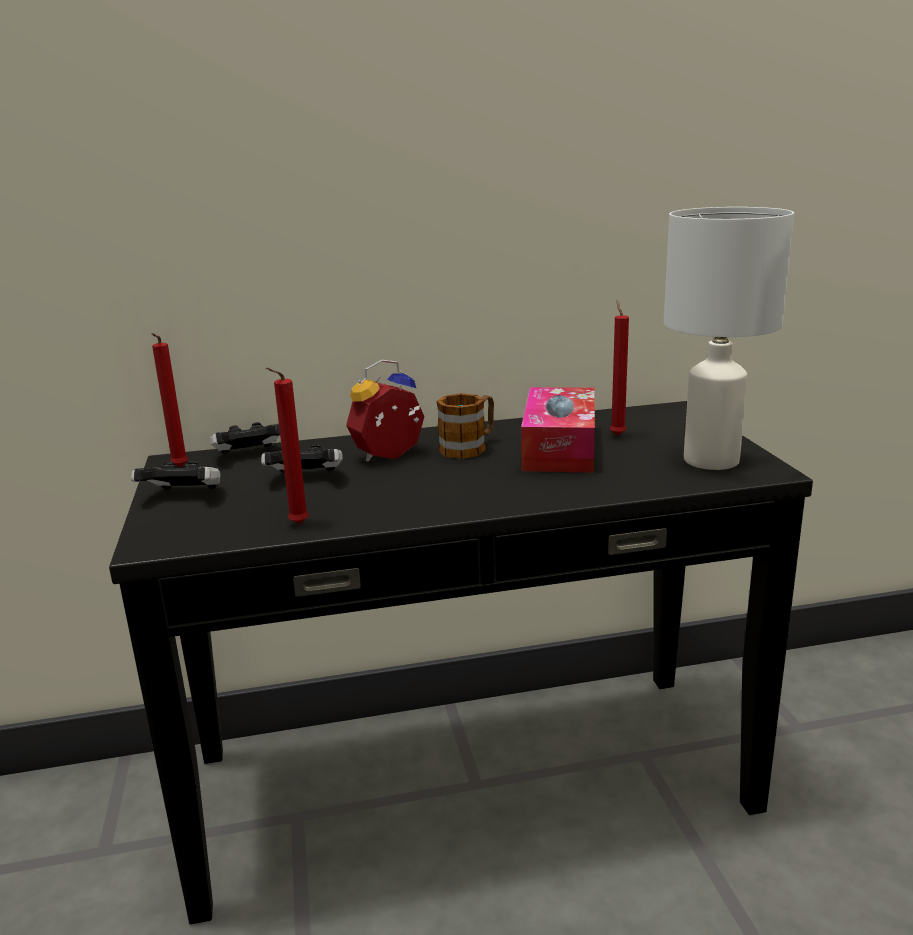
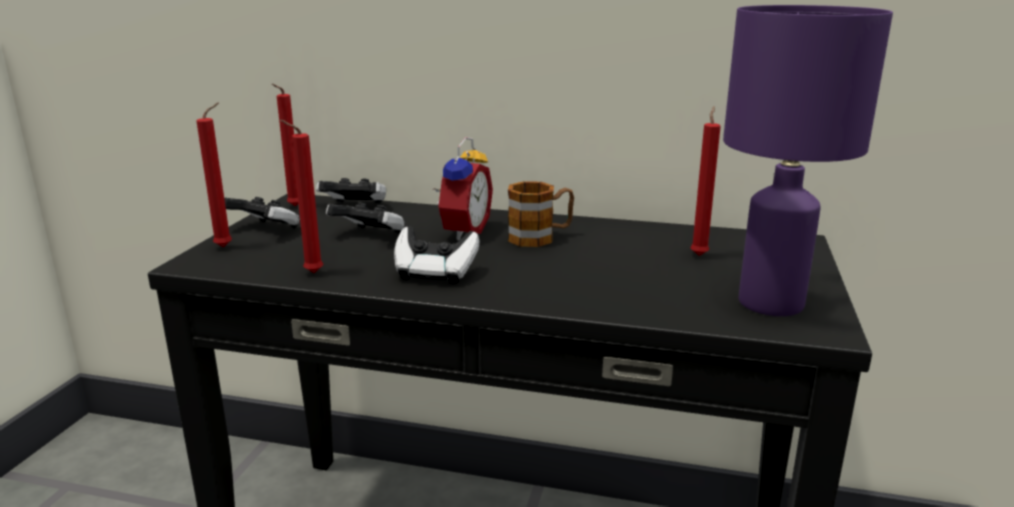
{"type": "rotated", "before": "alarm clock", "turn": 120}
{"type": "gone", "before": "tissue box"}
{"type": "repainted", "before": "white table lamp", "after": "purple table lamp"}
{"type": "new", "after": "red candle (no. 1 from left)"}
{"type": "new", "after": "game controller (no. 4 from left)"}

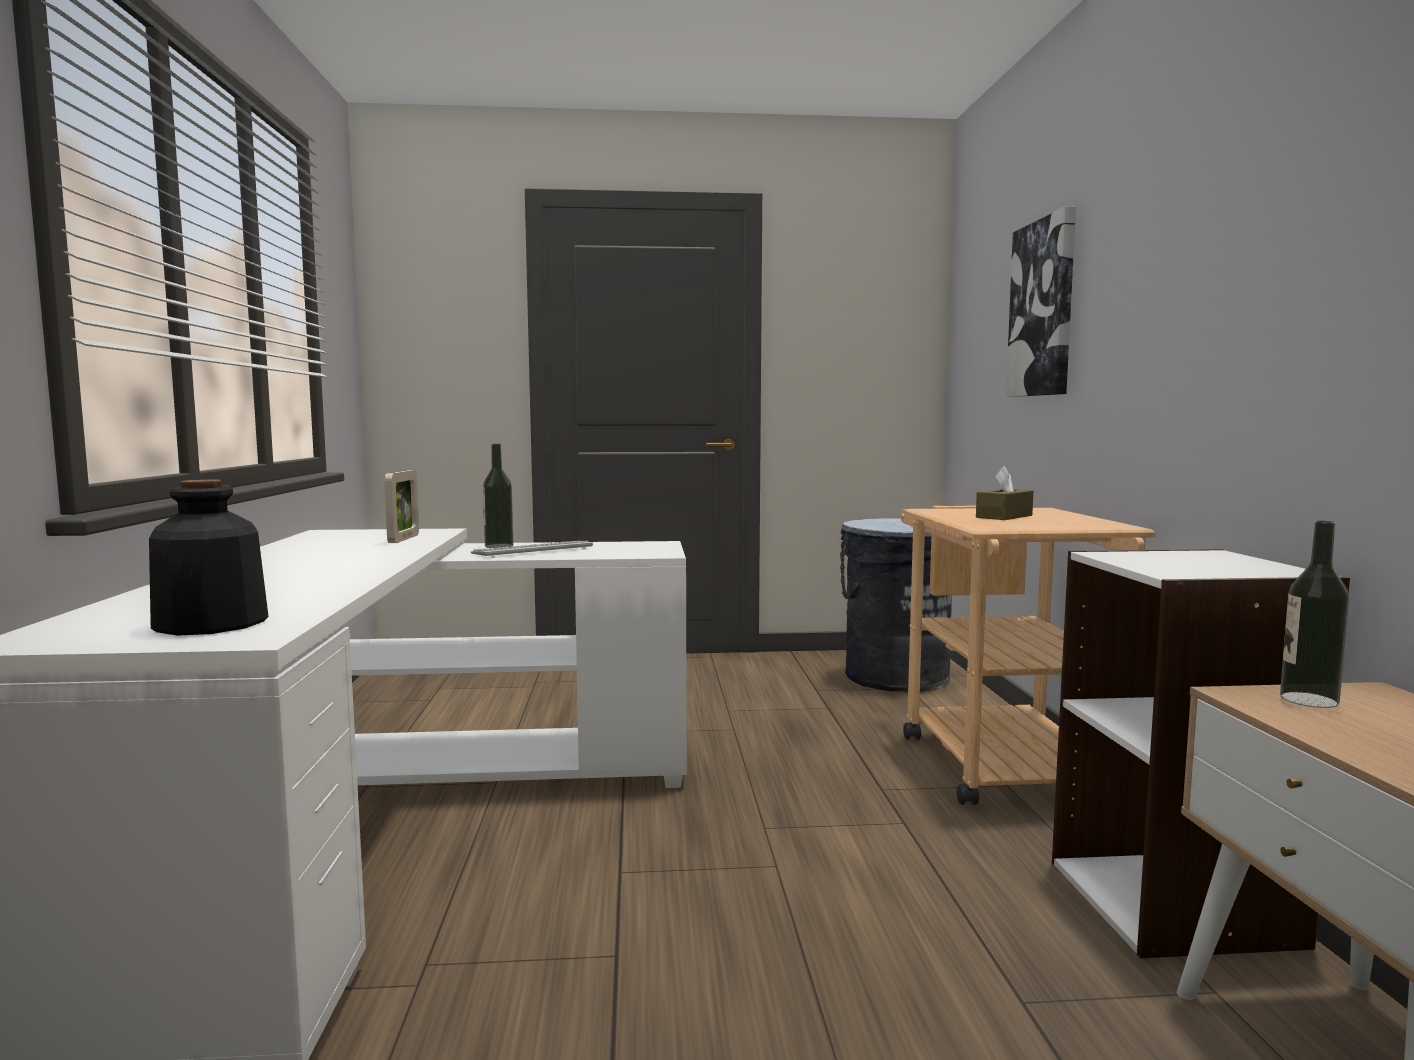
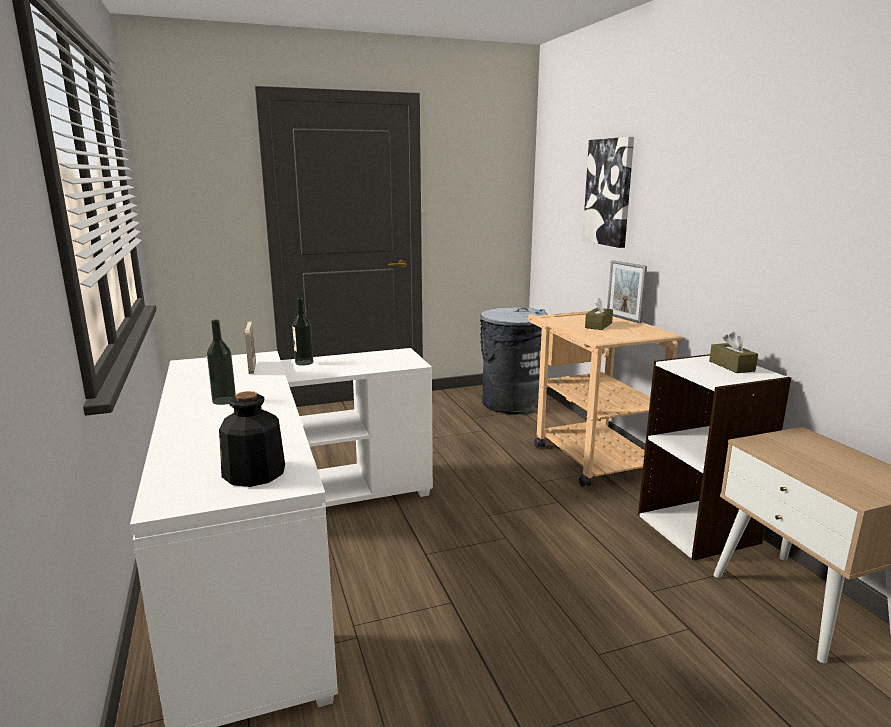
{"type": "gone", "before": "keyboard"}
{"type": "shifted", "before": "bottle (no. 3 from left in the first image)", "after": "bottle (no. 1 from left)"}
{"type": "new", "after": "picture frame (no. 2 from left)"}
{"type": "new", "after": "brown tissue box (no. 2 from left)"}

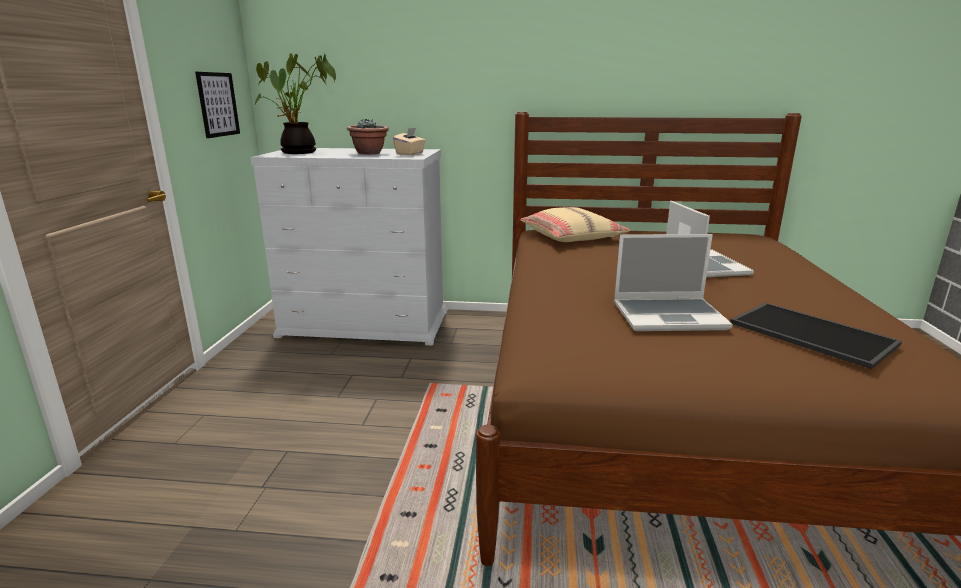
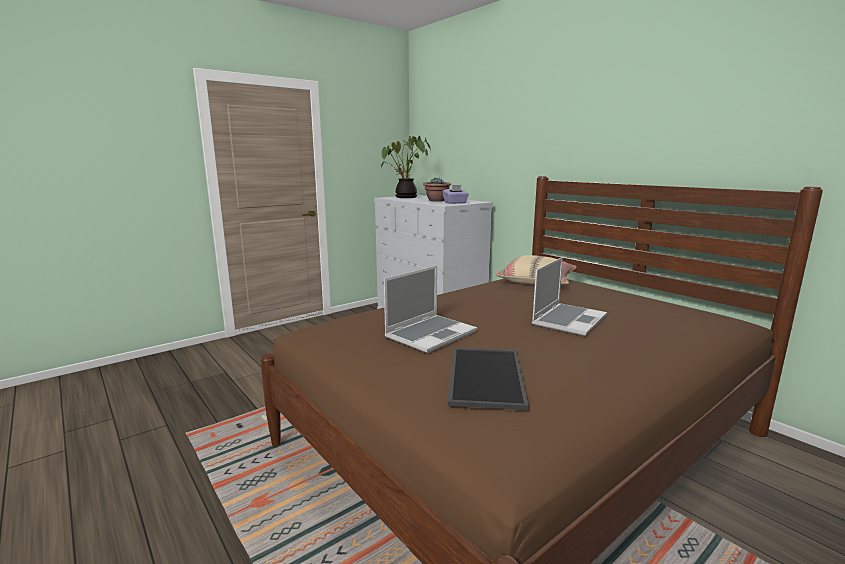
{"type": "gone", "before": "picture"}
{"type": "repainted", "before": "beige tissue box", "after": "purple tissue box"}
{"type": "rotated", "before": "laptop (no. 1 from left)", "turn": -90}

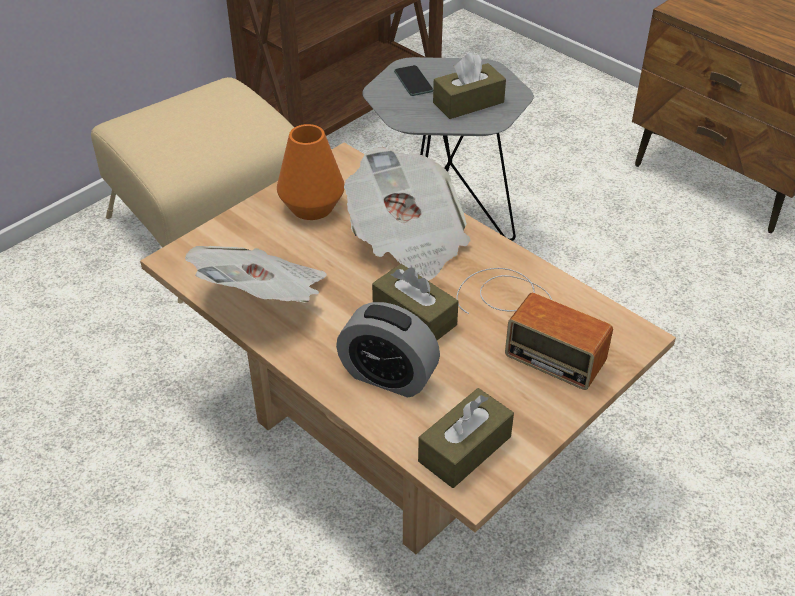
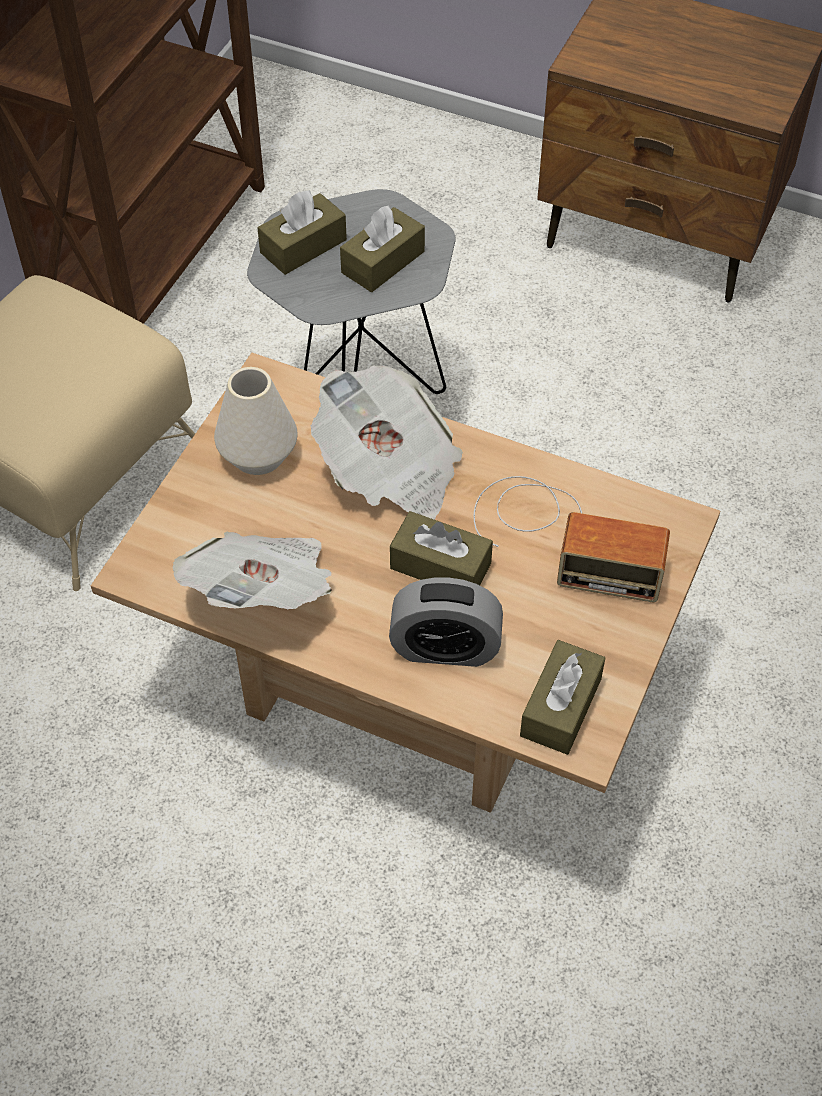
{"type": "repainted", "before": "orange vase", "after": "white vase"}
{"type": "swapped", "before": "phone", "after": "brown tissue box (no. 1 from left)"}

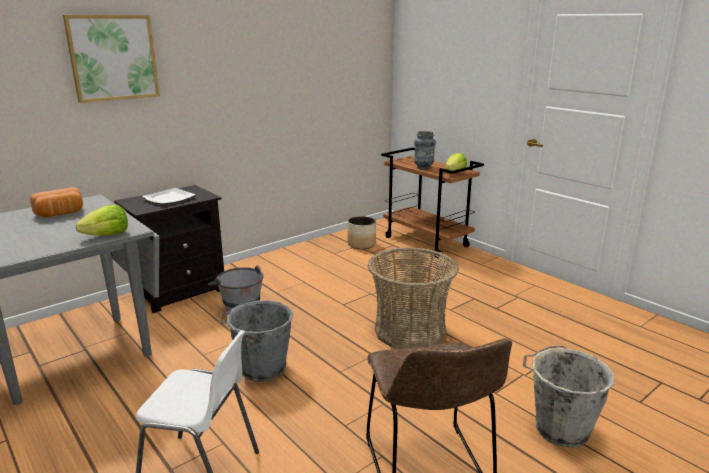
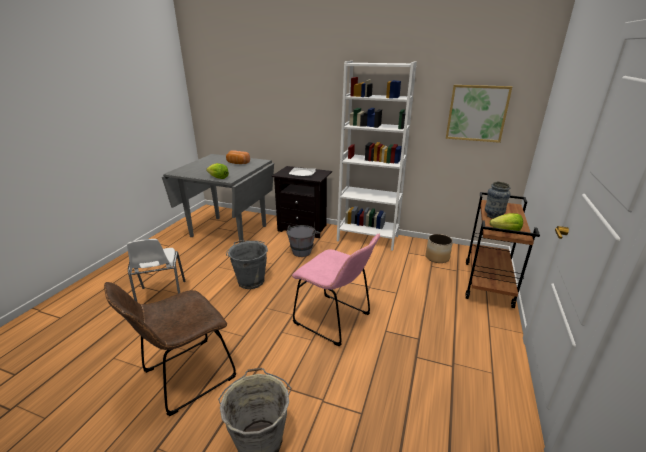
{"type": "shifted", "before": "picture"}
{"type": "swapped", "before": "basket", "after": "pink chair"}
{"type": "new", "after": "white bookcase"}

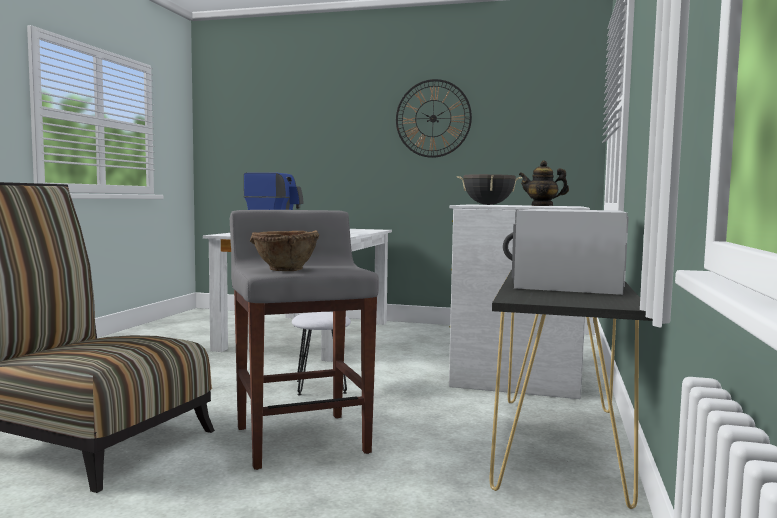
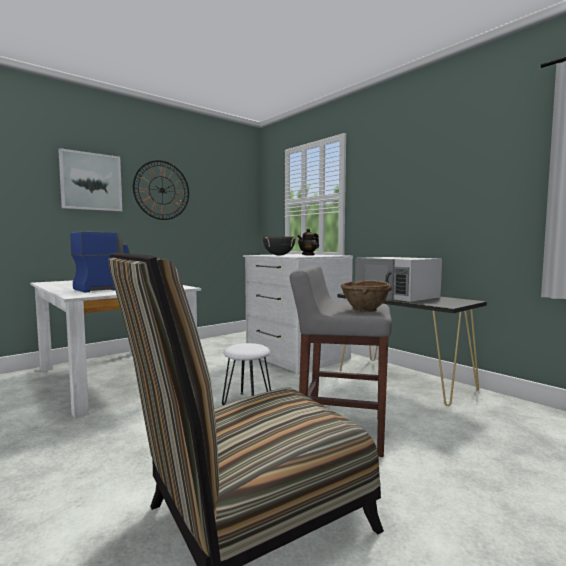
{"type": "new", "after": "picture"}

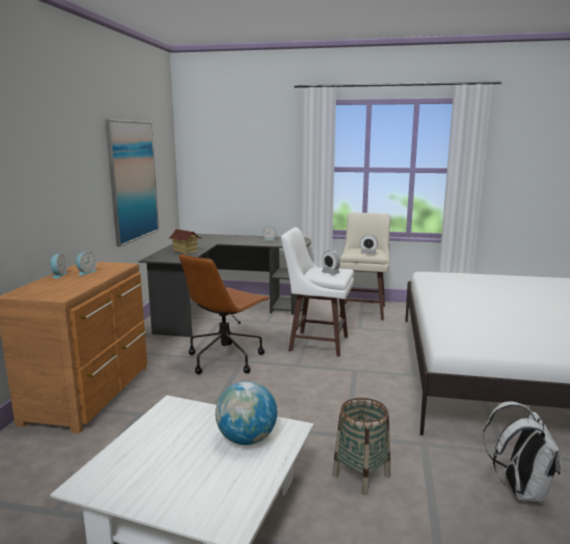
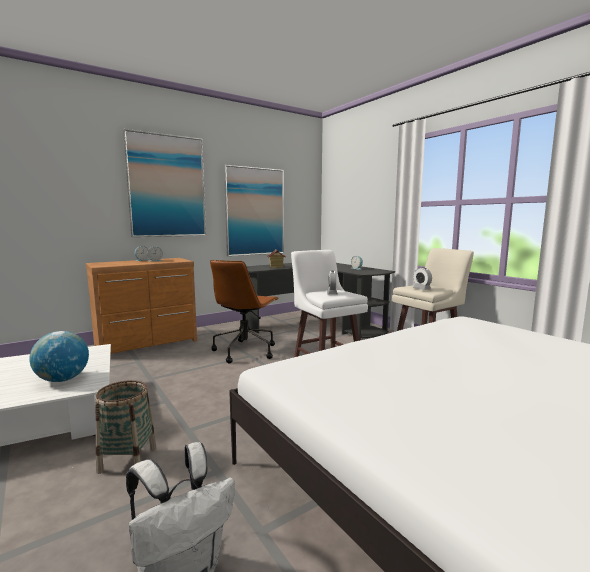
{"type": "rotated", "before": "brown office chair", "turn": -60}
{"type": "new", "after": "picture (no. 1 from left)"}

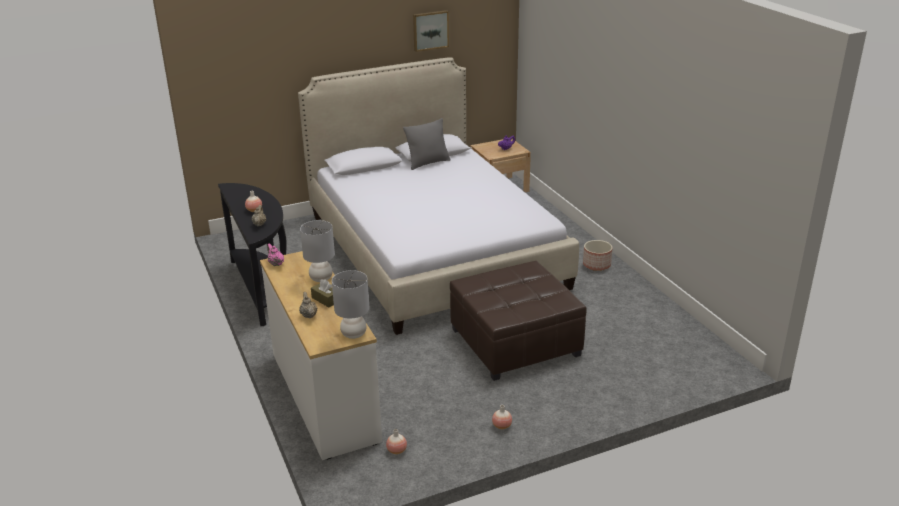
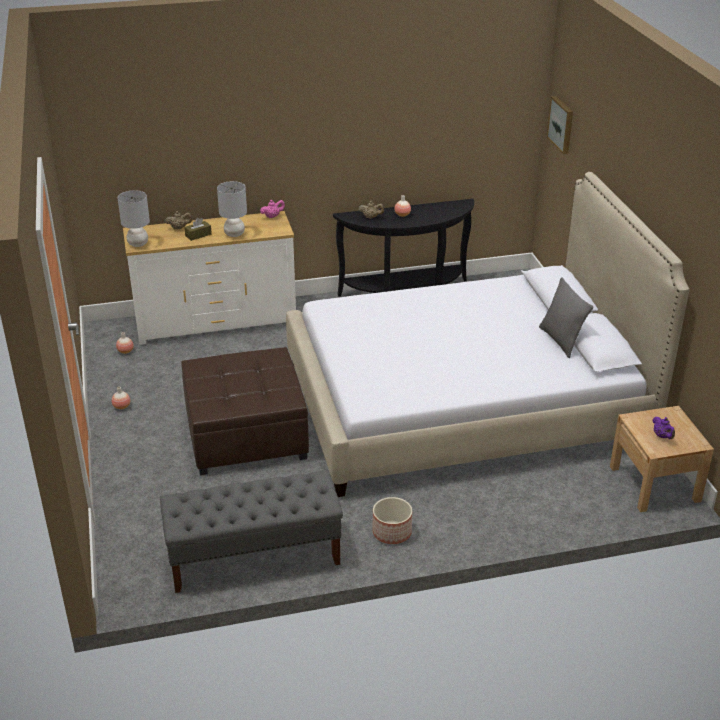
{"type": "shifted", "before": "picture"}
{"type": "new", "after": "grey bench"}

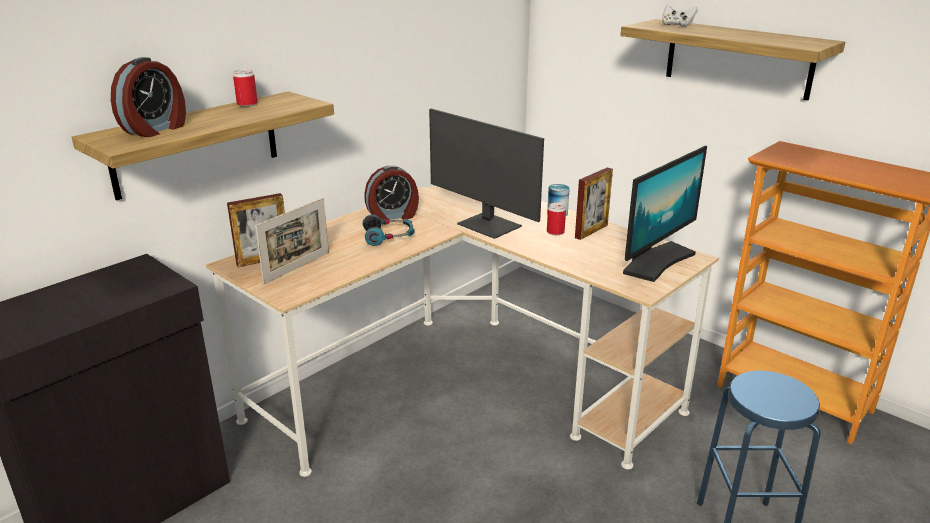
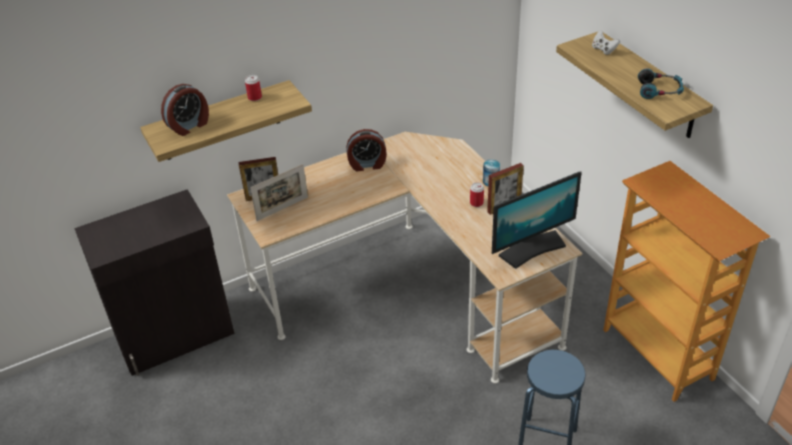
{"type": "shifted", "before": "headphones"}
{"type": "gone", "before": "monitor (no. 1 from left)"}

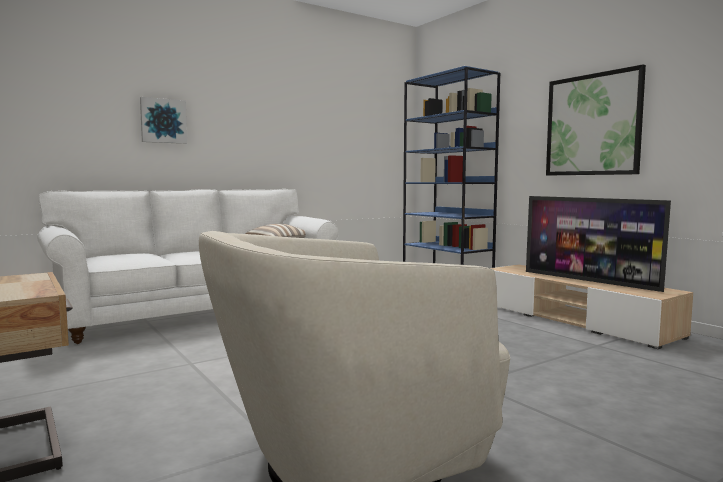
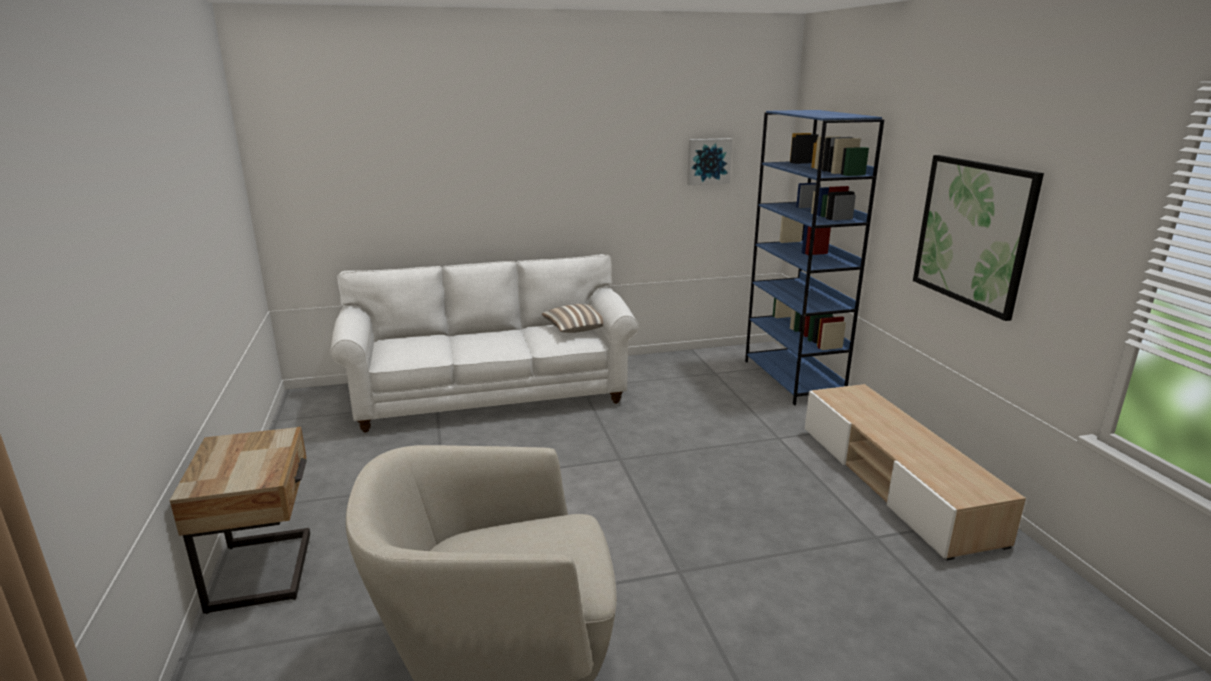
{"type": "shifted", "before": "picture (no. 1 from left)"}
{"type": "gone", "before": "television"}

